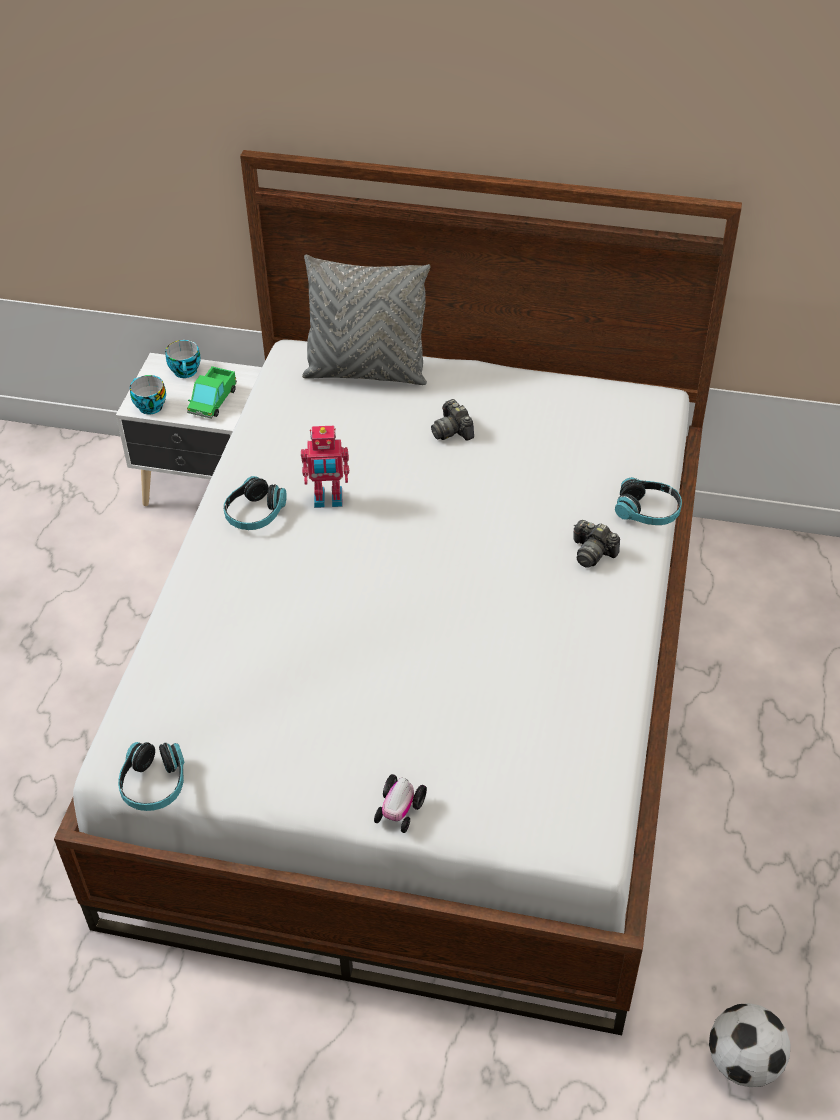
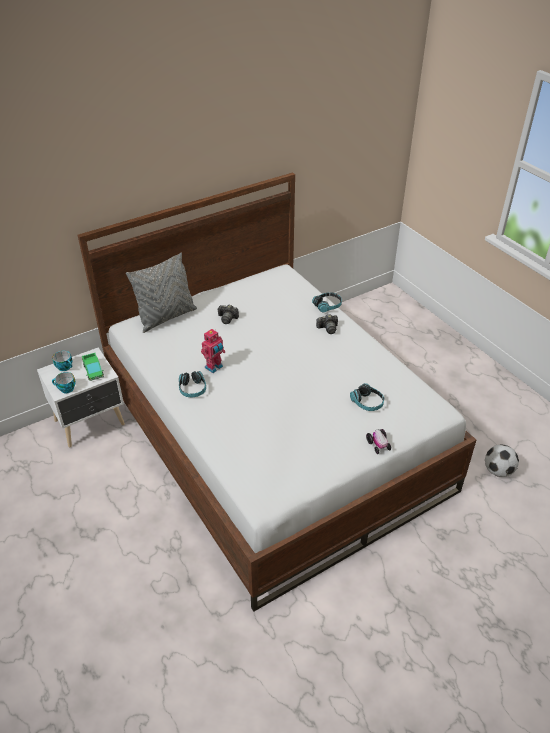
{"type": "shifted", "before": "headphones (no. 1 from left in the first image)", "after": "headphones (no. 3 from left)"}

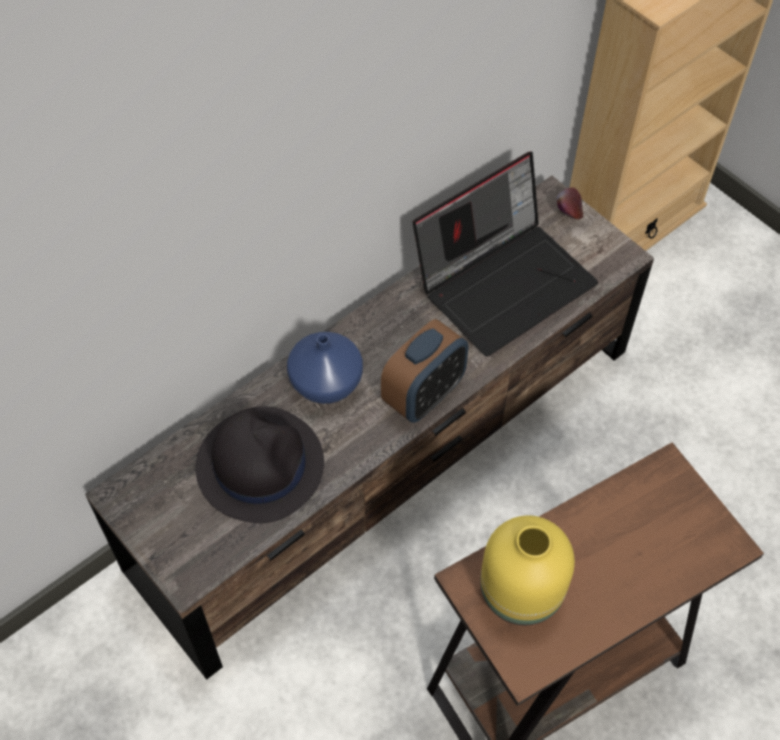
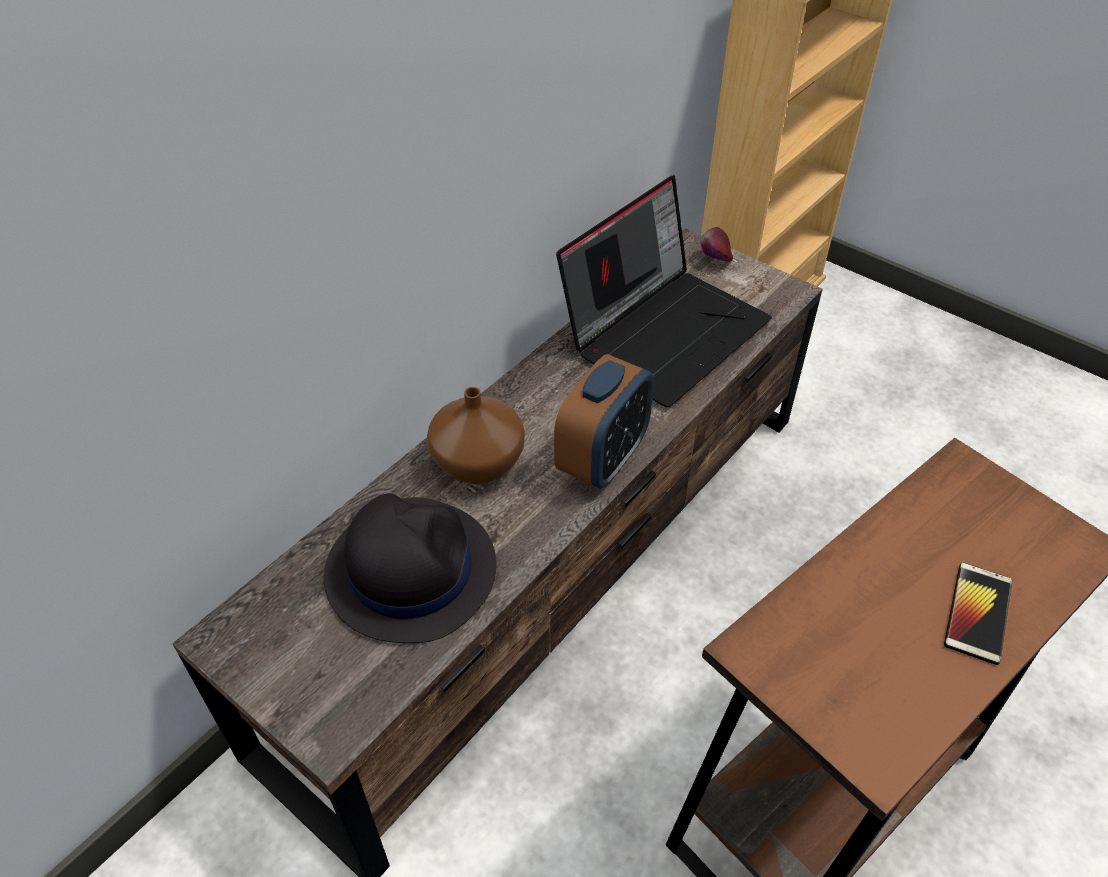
{"type": "repainted", "before": "blue vase", "after": "brown vase"}
{"type": "gone", "before": "yellow vase"}
{"type": "new", "after": "phone"}

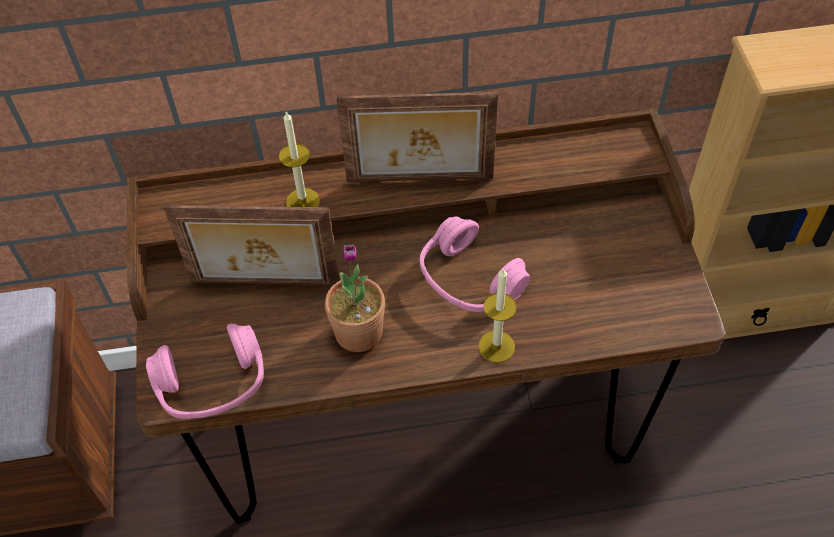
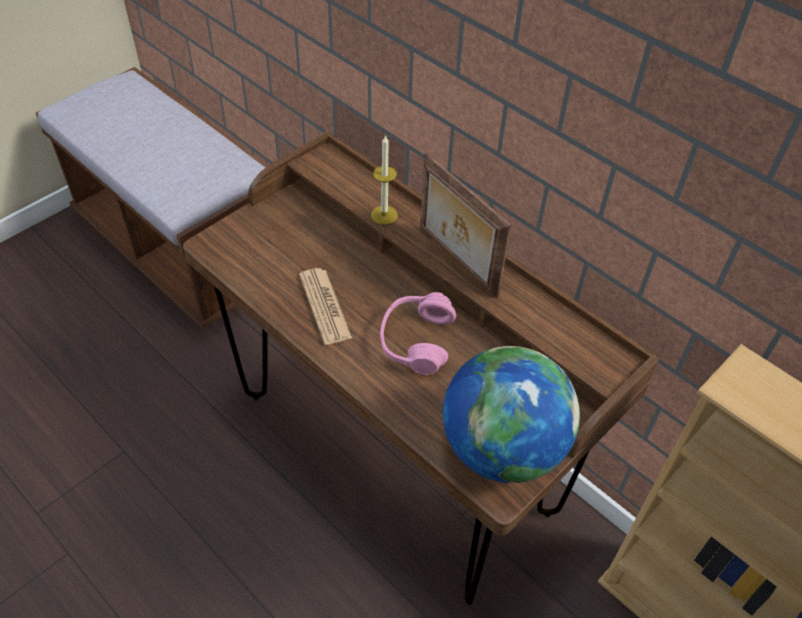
{"type": "gone", "before": "pink headphones (no. 1 from left)"}
{"type": "gone", "before": "picture frame (no. 1 from left)"}
{"type": "swapped", "before": "potted plant", "after": "newspaper"}
{"type": "gone", "before": "candle (no. 2 from left)"}
{"type": "new", "after": "globe"}

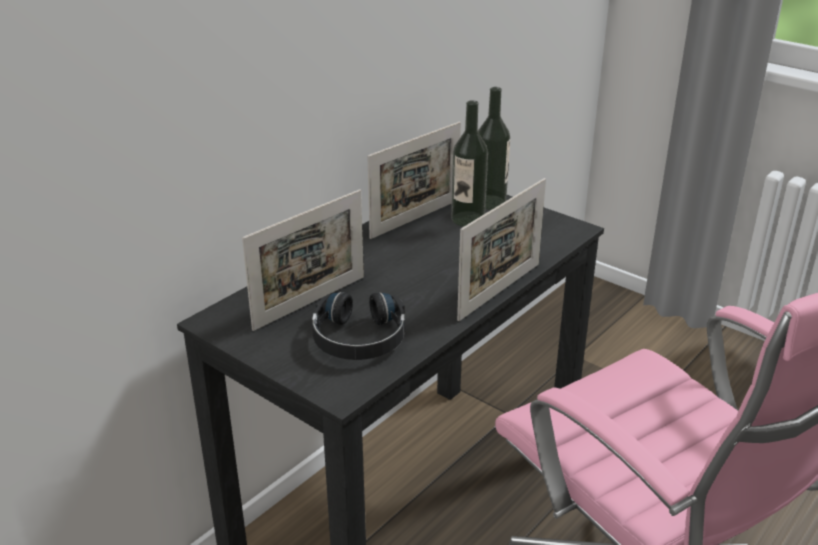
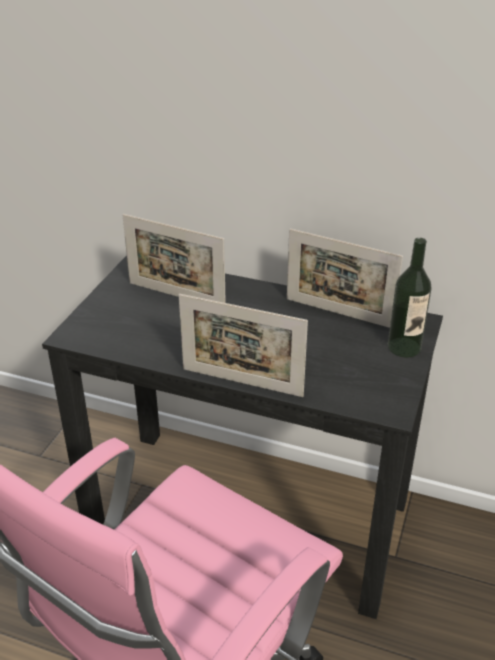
{"type": "gone", "before": "black headphones"}
{"type": "gone", "before": "bottle (no. 1 from left)"}

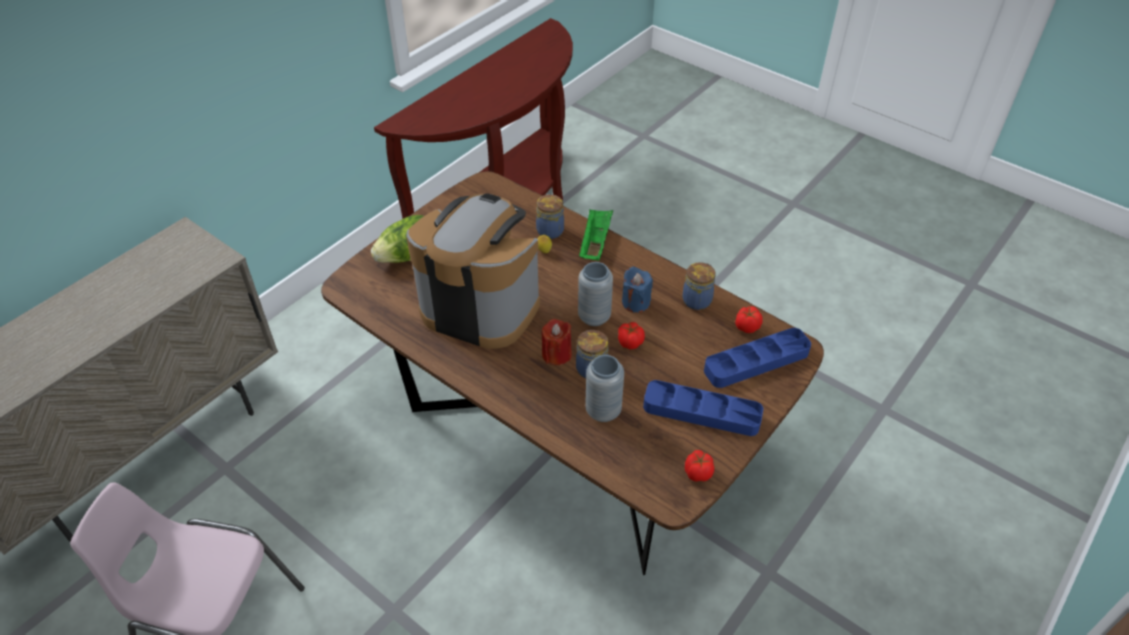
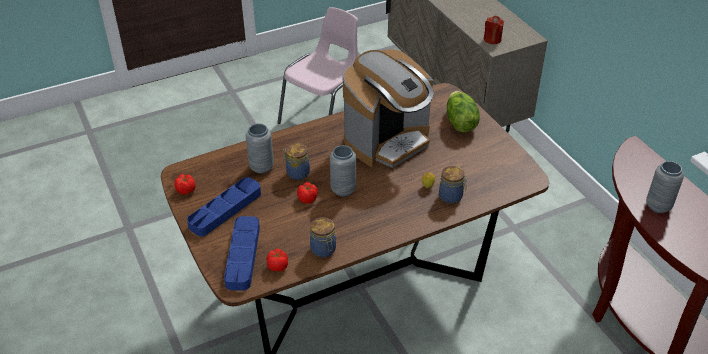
{"type": "shifted", "before": "red candle"}
{"type": "gone", "before": "green tray"}
{"type": "gone", "before": "blue candle"}
{"type": "new", "after": "grey vase (no. 3 from left)"}

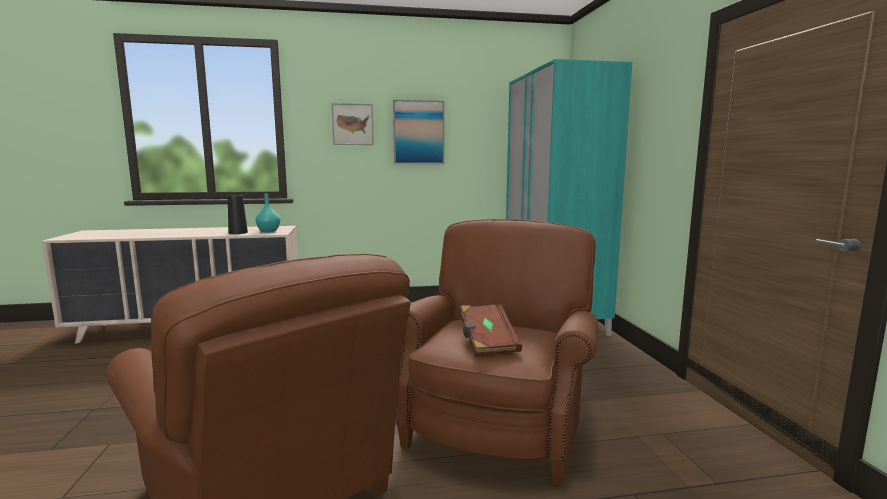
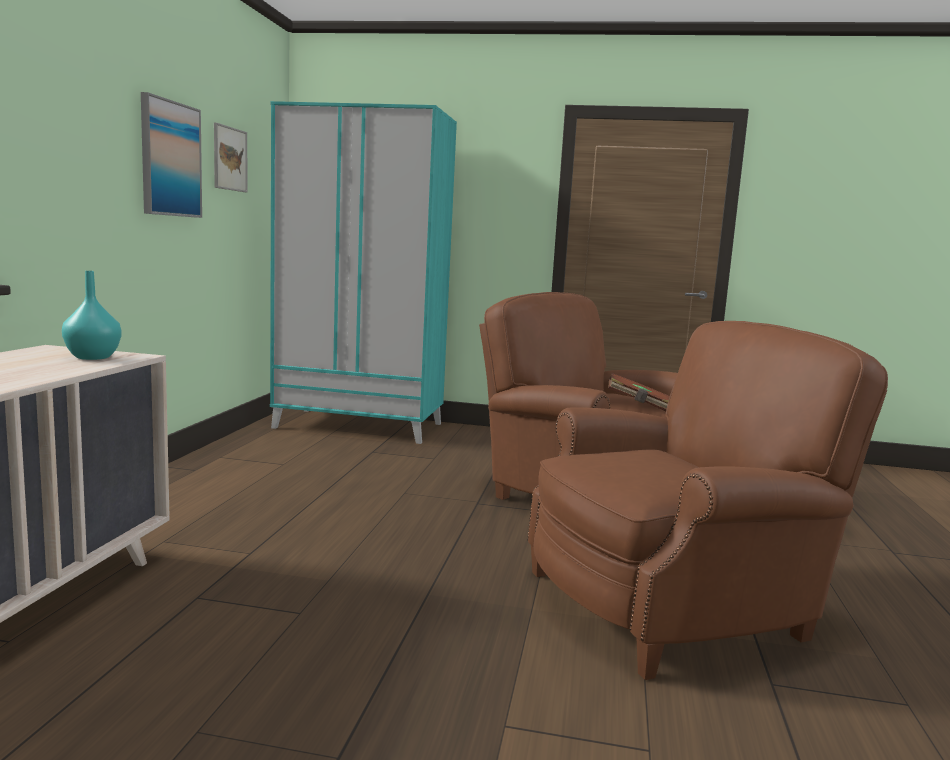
{"type": "gone", "before": "black vase"}
{"type": "shifted", "before": "picture (no. 1 from left in the first image)", "after": "picture (no. 2 from left)"}

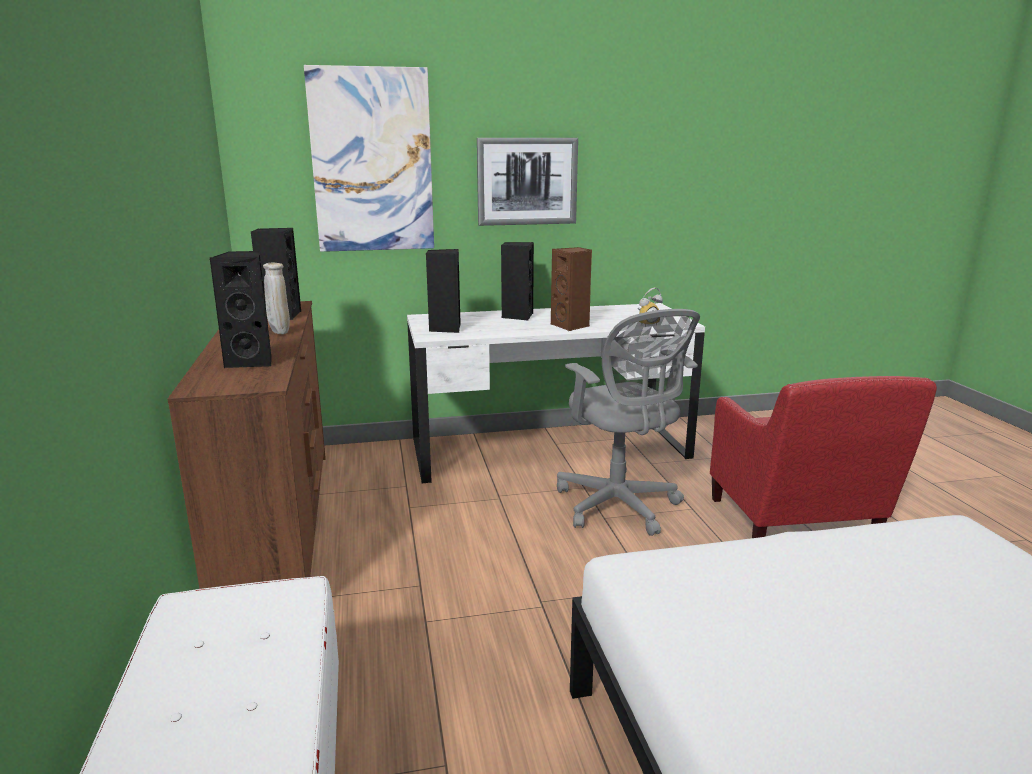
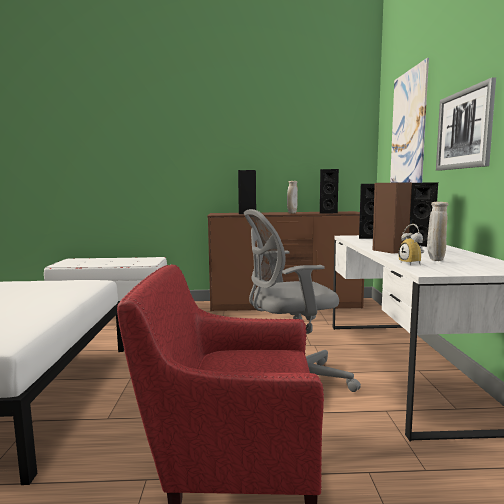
{"type": "new", "after": "beige vase (no. 2 from left)"}

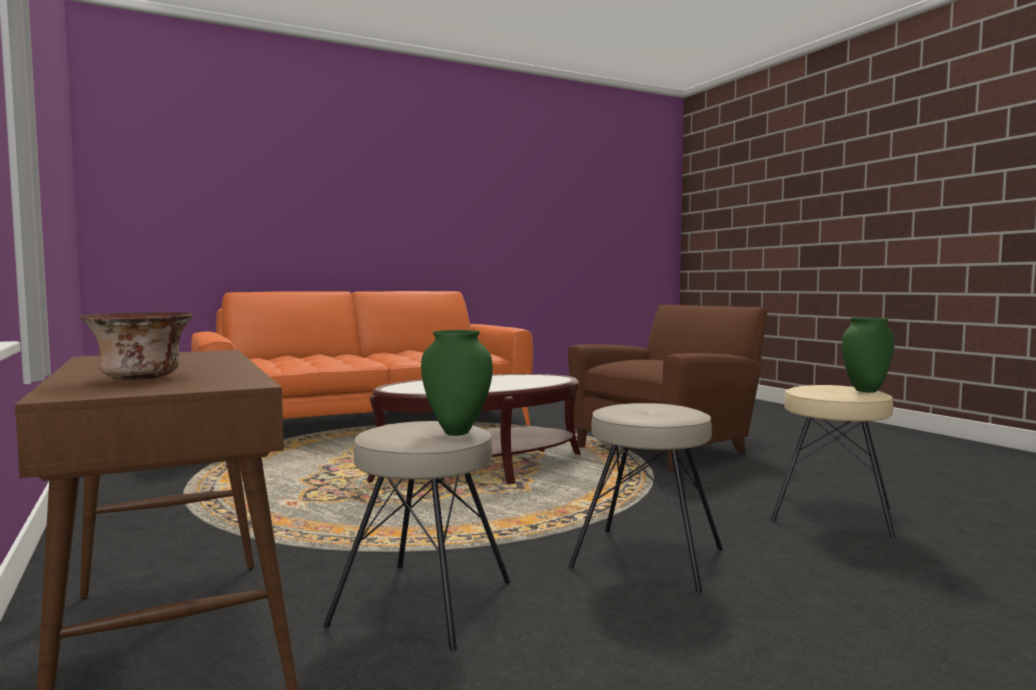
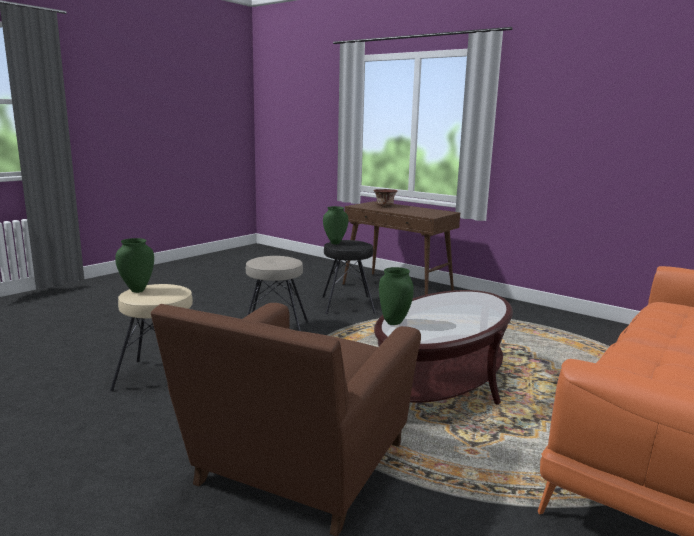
{"type": "repainted", "before": "beige stool (no. 1 from left)", "after": "black stool"}
{"type": "new", "after": "green vase (no. 3 from left)"}

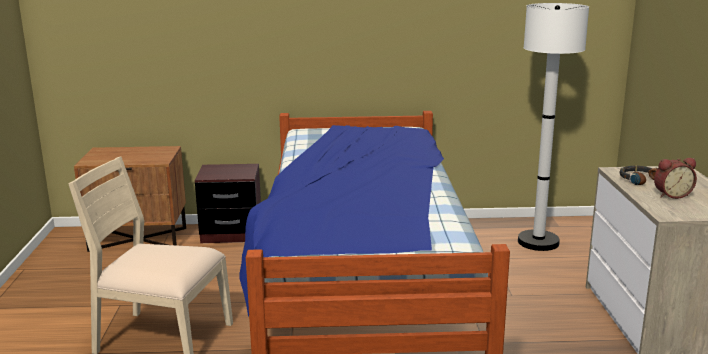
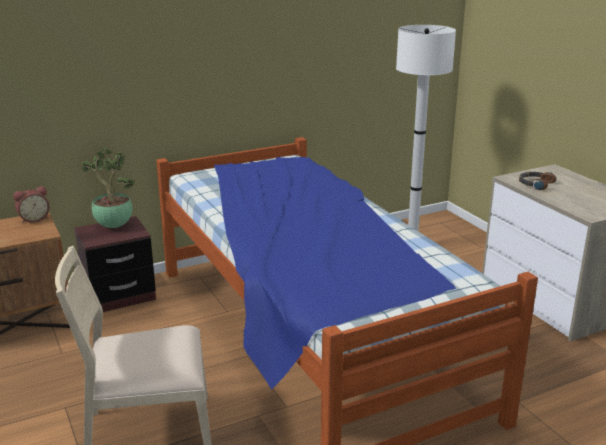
{"type": "shifted", "before": "alarm clock"}
{"type": "new", "after": "potted plant"}

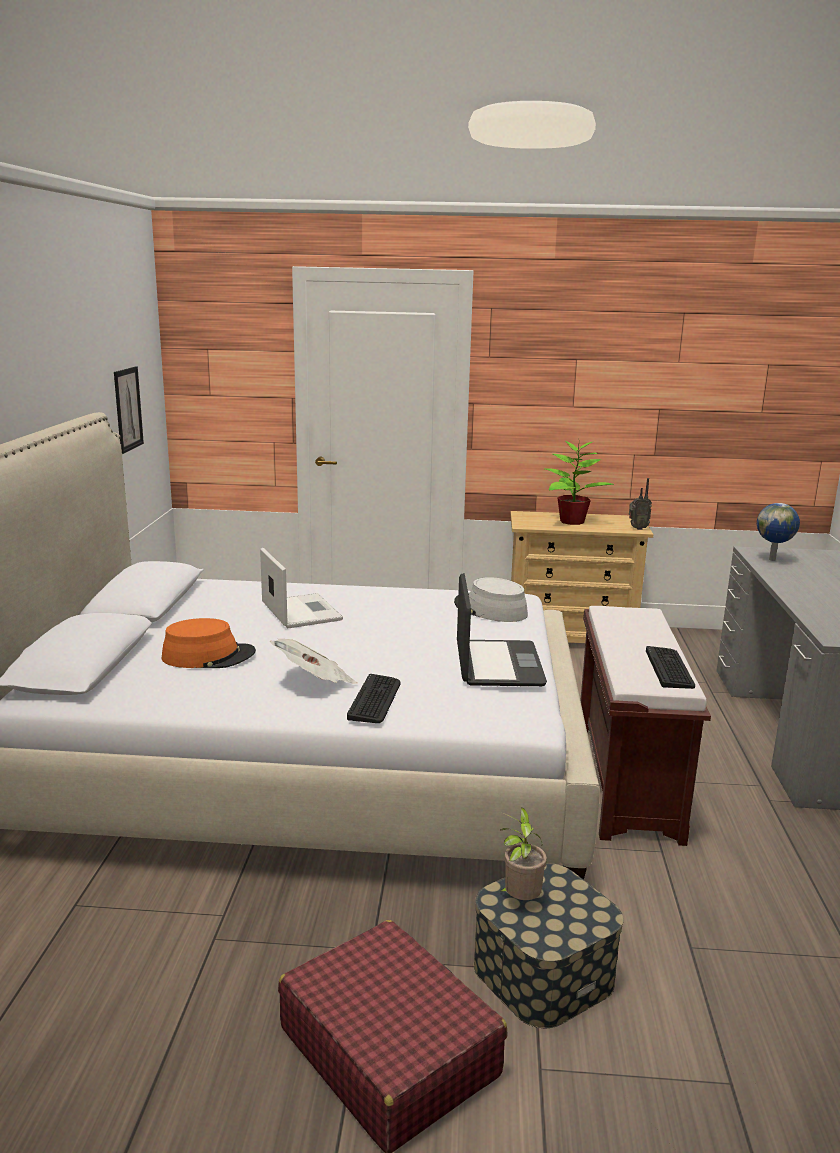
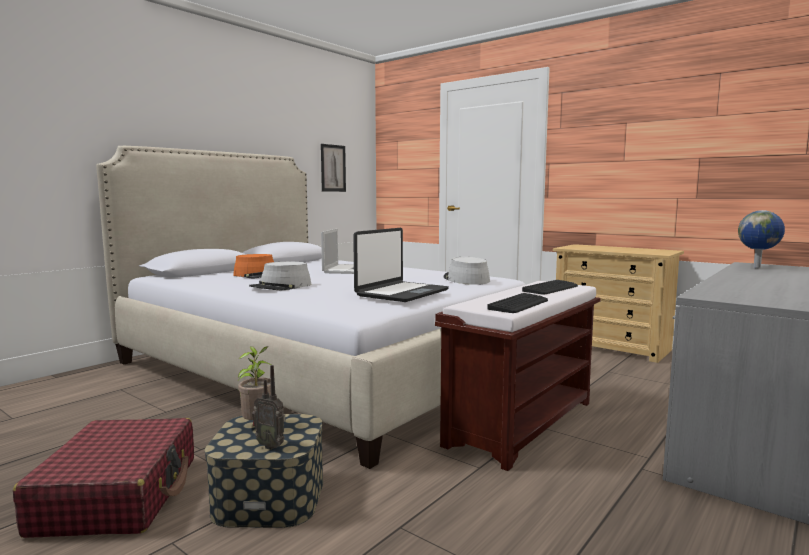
{"type": "swapped", "before": "newspaper", "after": "grey hat (no. 1 from left)"}
{"type": "shifted", "before": "keyboard (no. 1 from left in the first image)", "after": "keyboard (no. 2 from left)"}
{"type": "gone", "before": "potted plant (no. 2 from left)"}
{"type": "shifted", "before": "radio"}

